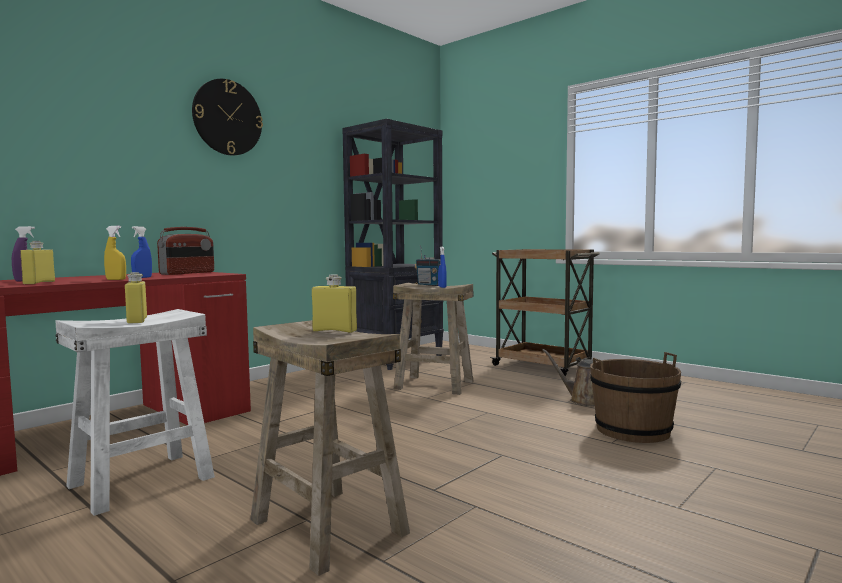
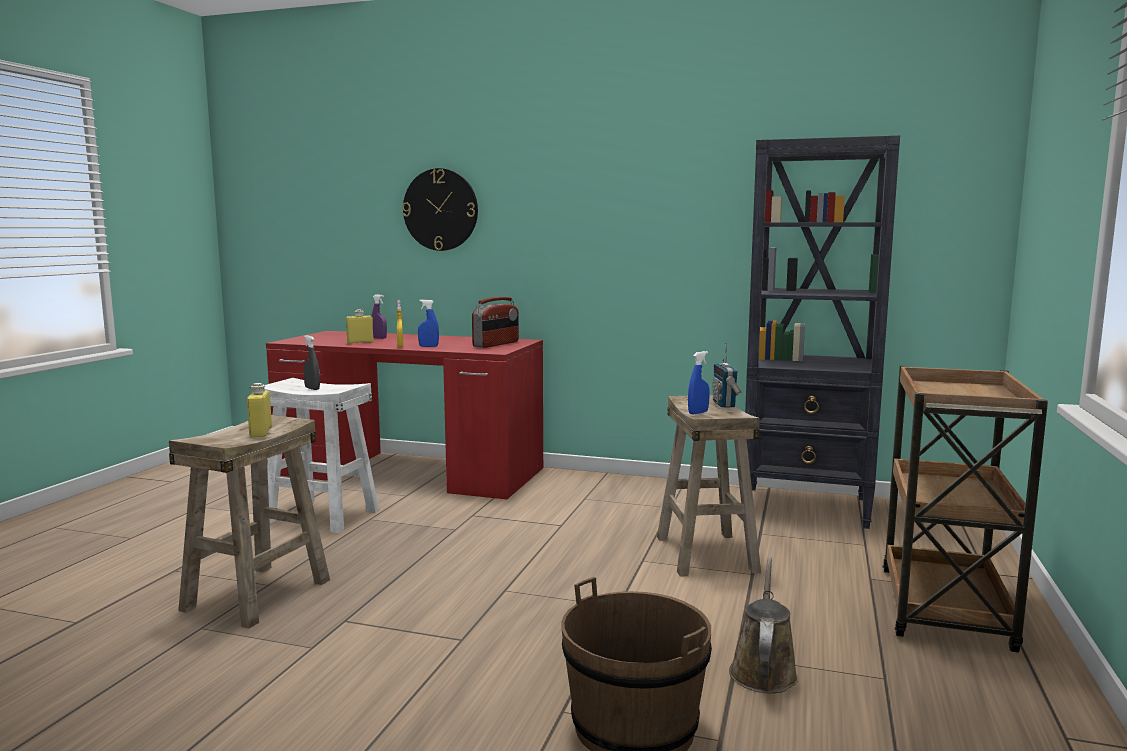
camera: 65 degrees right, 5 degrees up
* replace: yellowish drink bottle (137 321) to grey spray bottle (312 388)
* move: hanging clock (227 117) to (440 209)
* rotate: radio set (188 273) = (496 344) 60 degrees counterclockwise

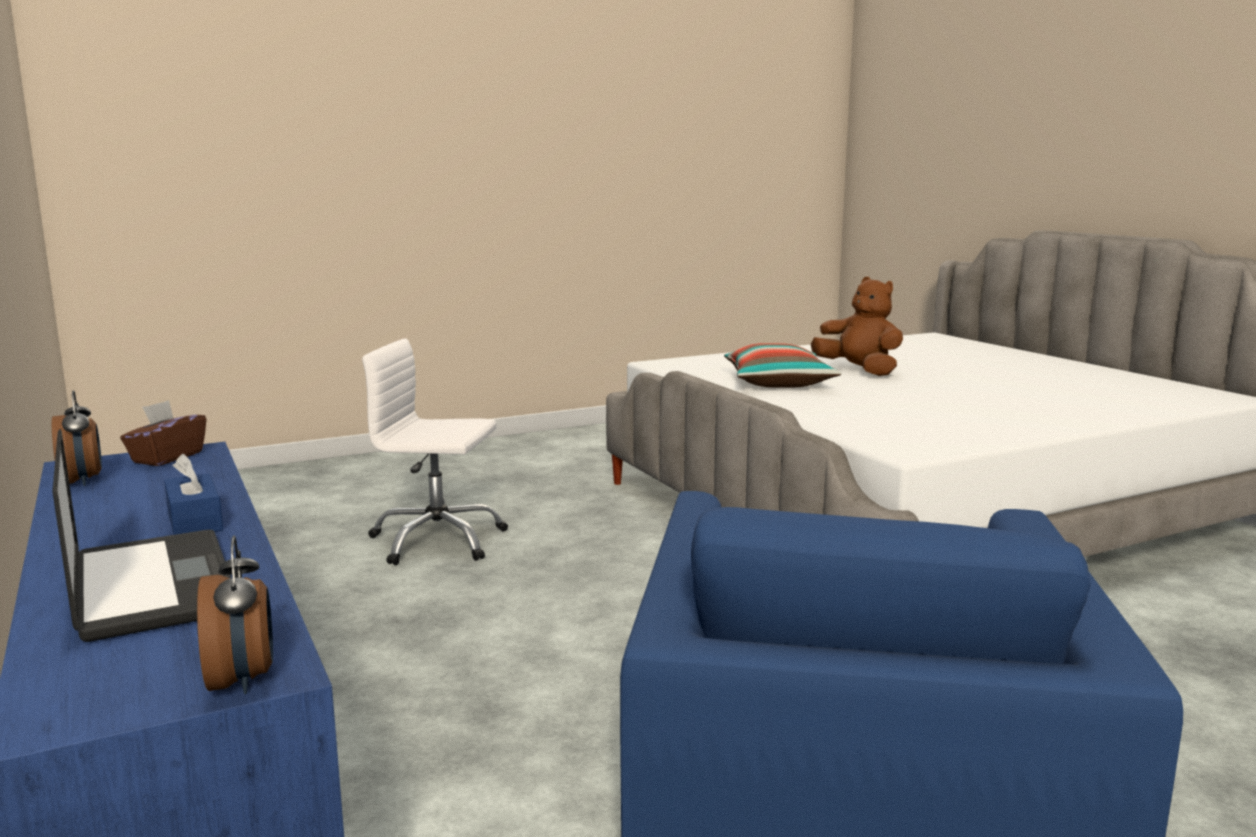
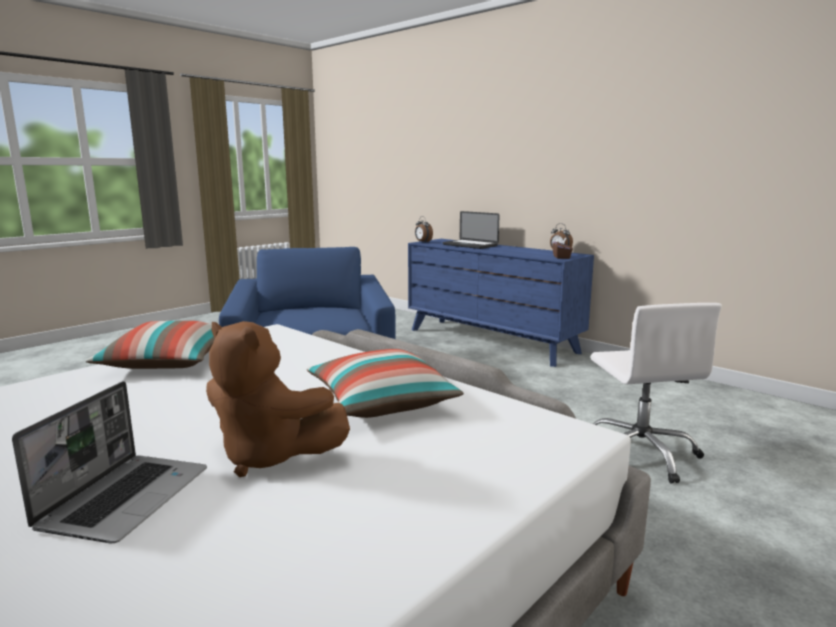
camera: 160 degrees right, 0 degrees up
* insert: notebook computer (126 498)
* insert: pillow (168 363)
* rotate: white office chair (437 541) = (640 453) 90 degrees clockwise
* delete: blue box of tissues (195 521)

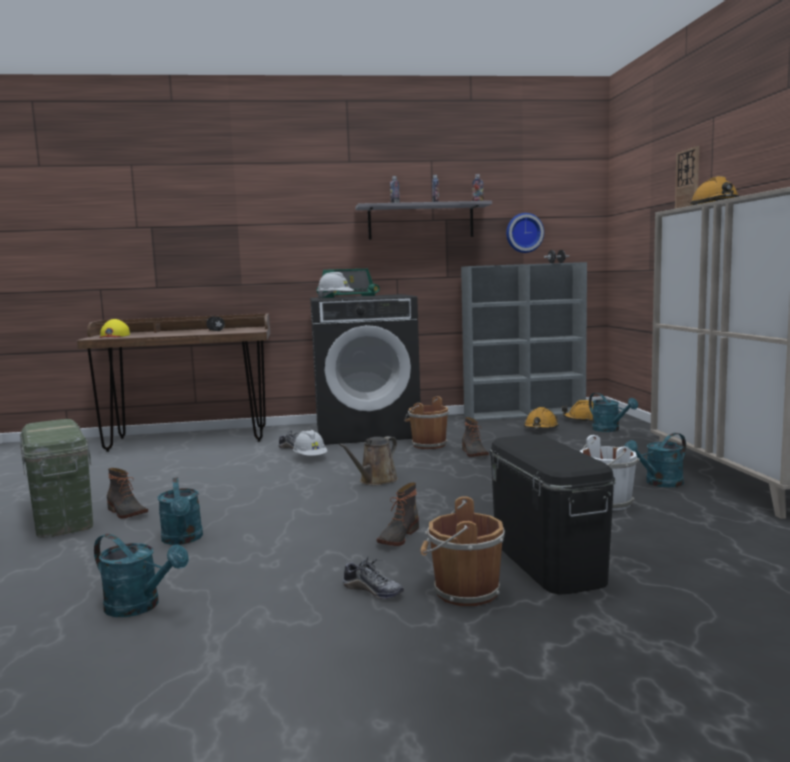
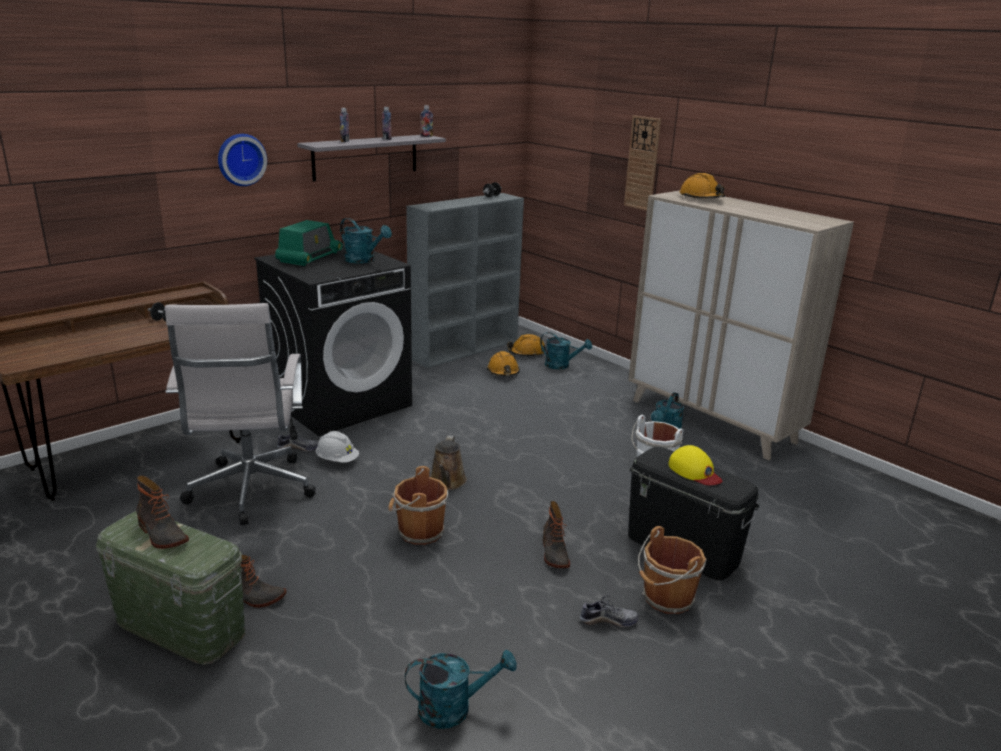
camera: 35 degrees left, 15 degrees up
* move: tall boot (473 453) to (161 534)
* insert: white office chair (250 493)
* move: hanging clock (524 233) to (240 159)
* move: turquoise sprinkling can (183 540) to (364 260)
* move: brown-coloured bucket (427 445) to (418 532)
* move: yellowish cap (114 336) to (694 471)
* delete: white work helmet (335 298)

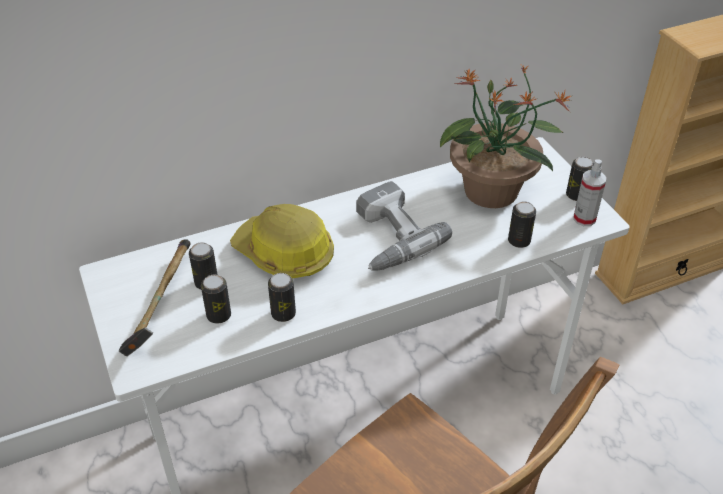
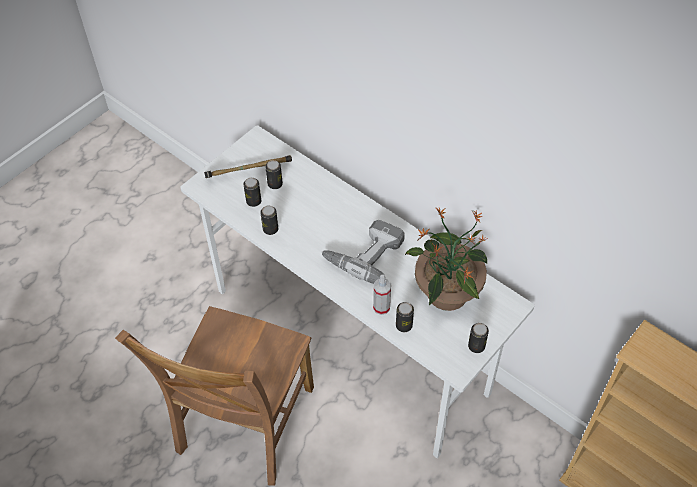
camera: 65 degrees right, 10 degrees up
* move: spray bottle (584 218) to (381 307)
* delete: work helmet (284 254)

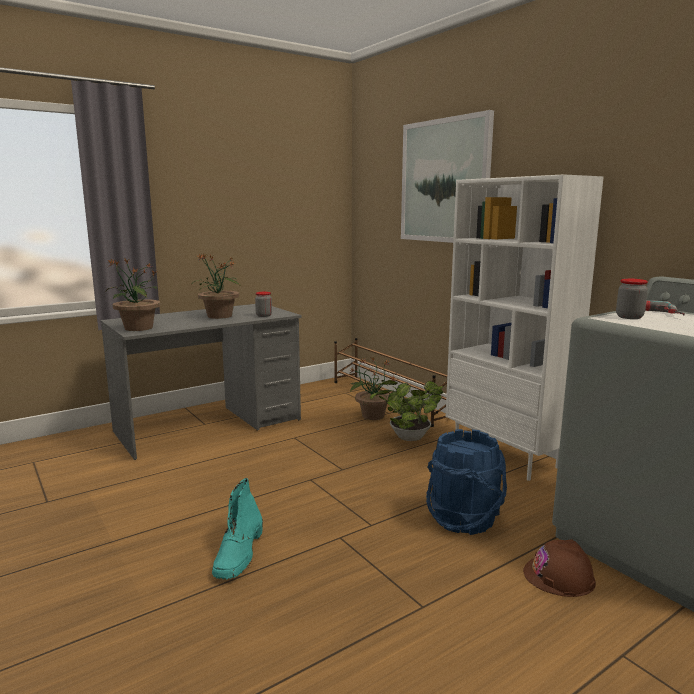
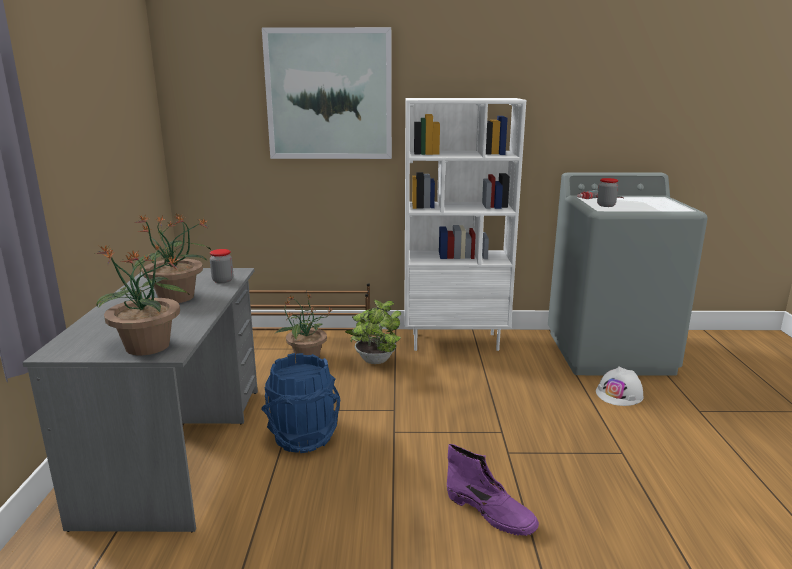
camera: 55 degrees left, 5 degrees up
* move: blue bucket (463 518) to (303 437)
* recolor: turquoise tall boot (239 554) to purple tall boot (491 512)
* recolor: brown-coloured work helmet (559 576) to white work helmet (619 394)

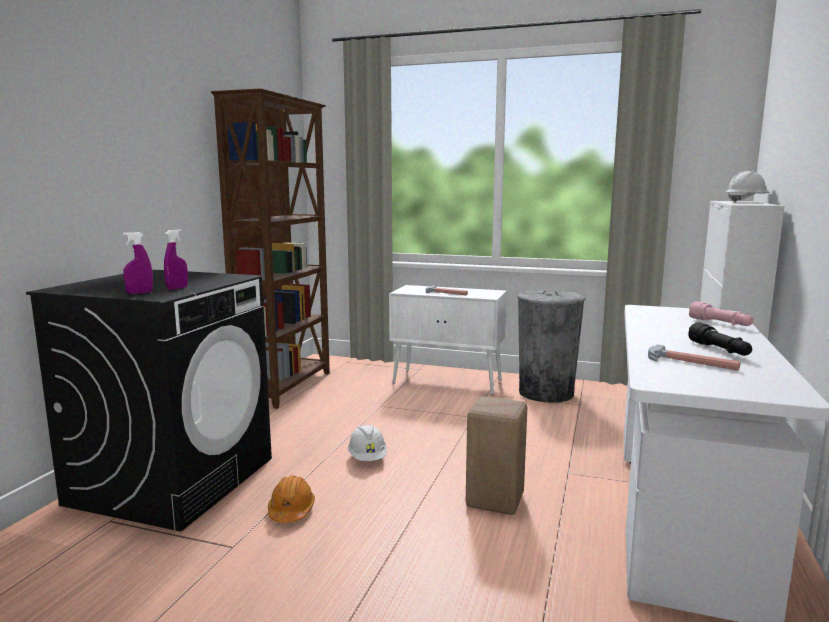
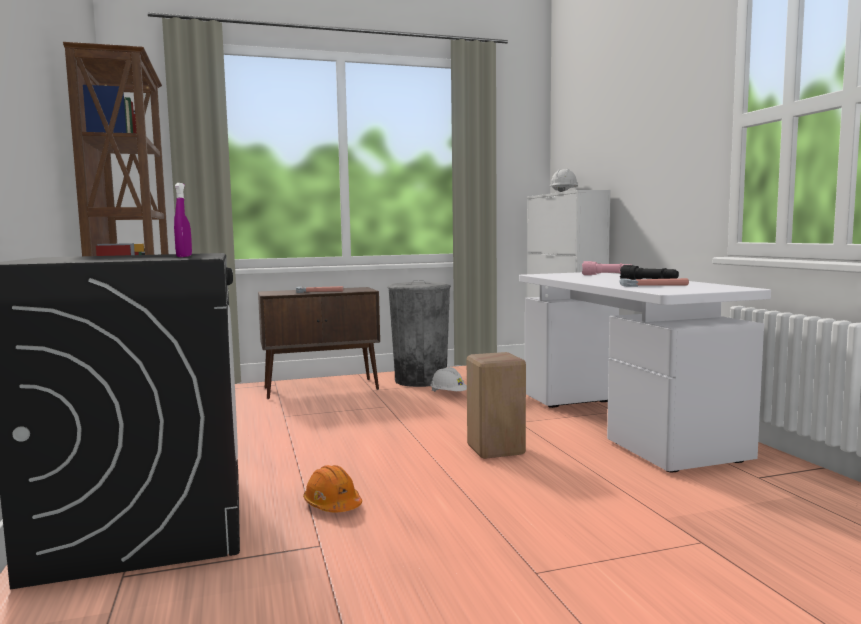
camera: 35 degrees left, 5 degrees down
* recolor: white storage cabinet (448 382) to brown-coloured storage cabinet (322 388)
* move: white work helmet (367 458) to (449 394)
* delete: purple spray bottle (140 293)

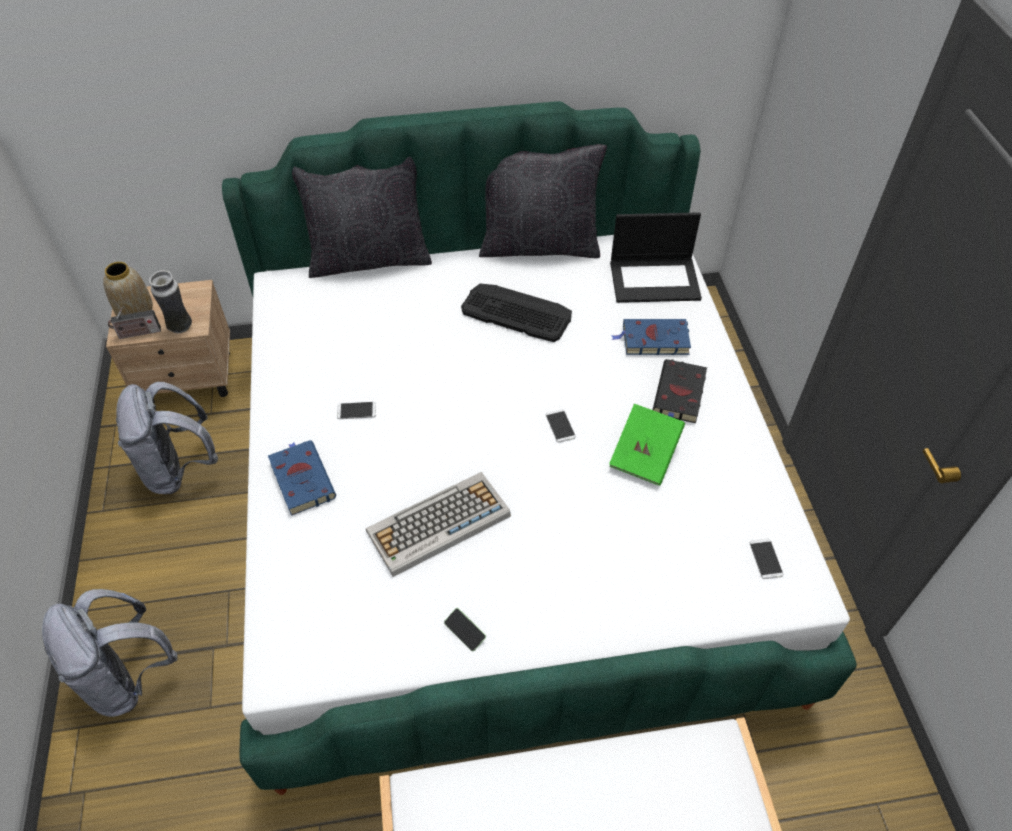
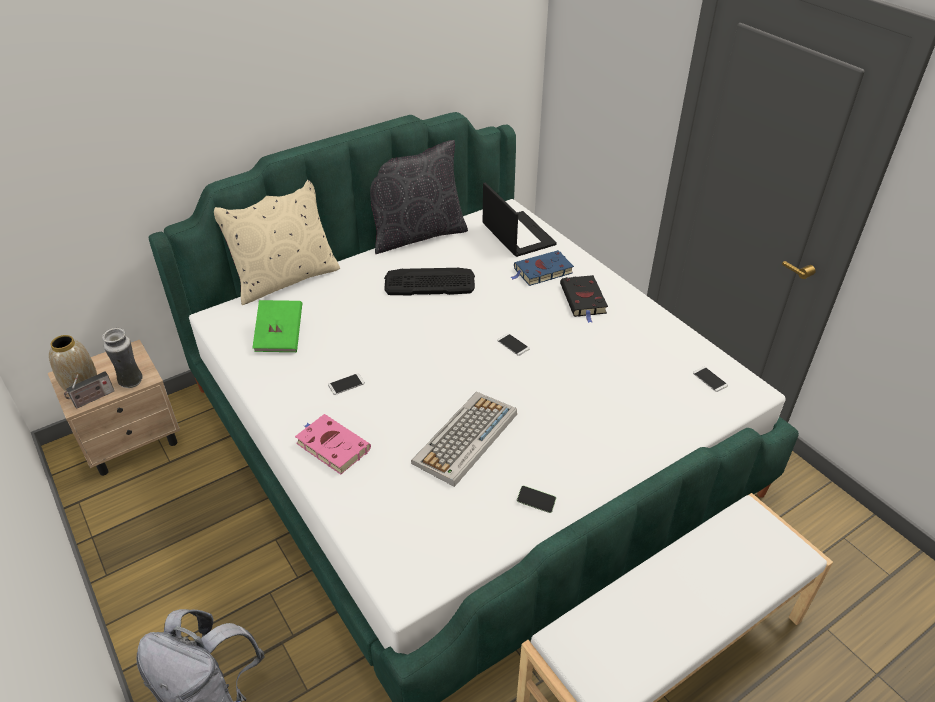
camera: 25 degrees left, 10 degrees down
* recolor: black pillow (369 259) to sand-coloured pillow (285 279)
* move: greenish book (645 455) to (280 337)
* recolor: blue book (301 478) to pinkish book (331 446)
* rotate: notebook computer (655 279) = (517 234) 90 degrees counterclockwise
* delete: grey rucksack (179 469)

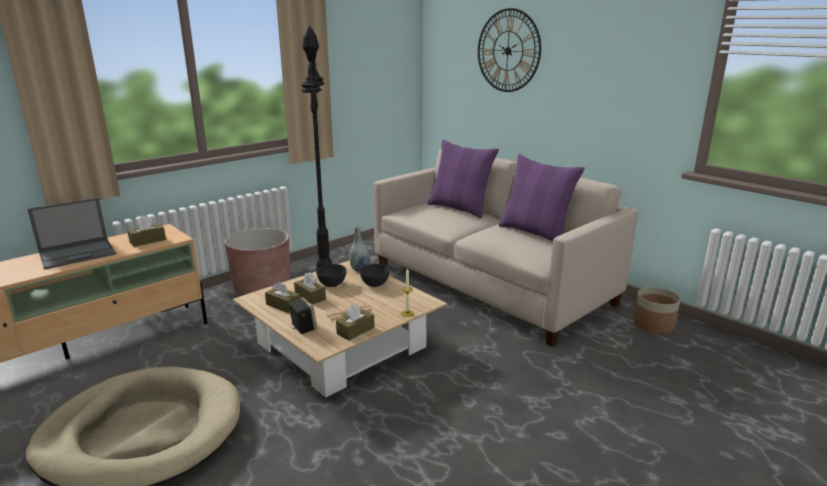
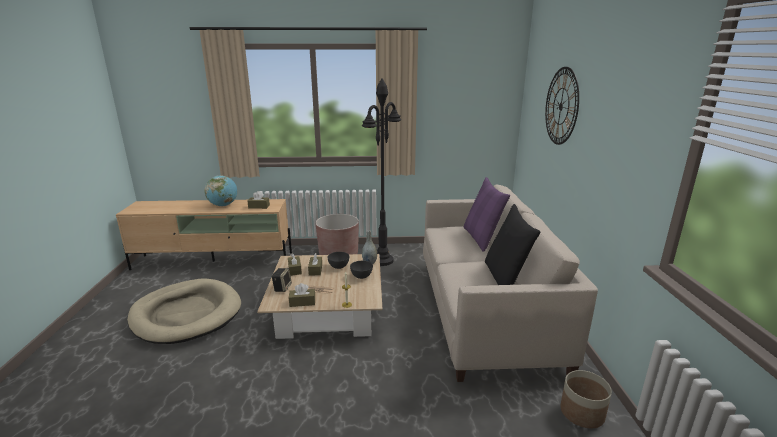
camera: 40 degrees right, 0 degrees up
* replace: notebook computer (78 254) to world globe (223 205)
* recolor: purple pillow (535 232) to black pillow (505 278)

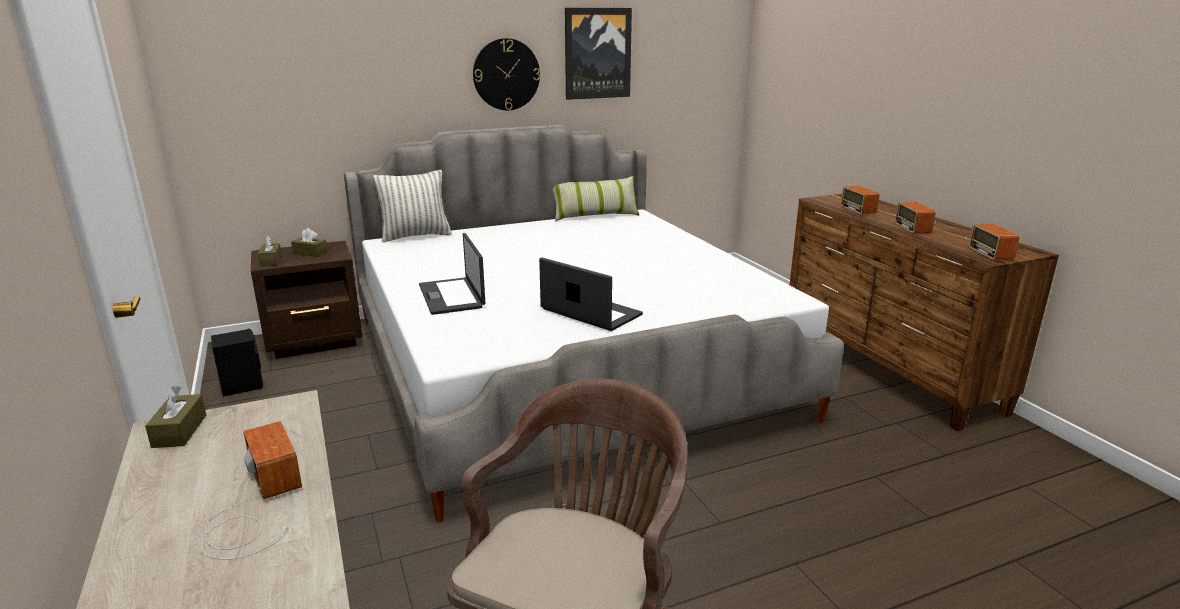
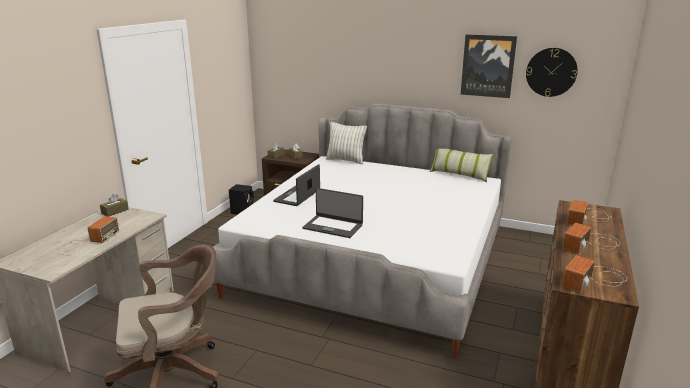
camera: 45 degrees right, 0 degrees up
* rotate: notebook computer (590 313) = (333 226) 120 degrees clockwise
* move: hanging clock (506 74) to (551 72)

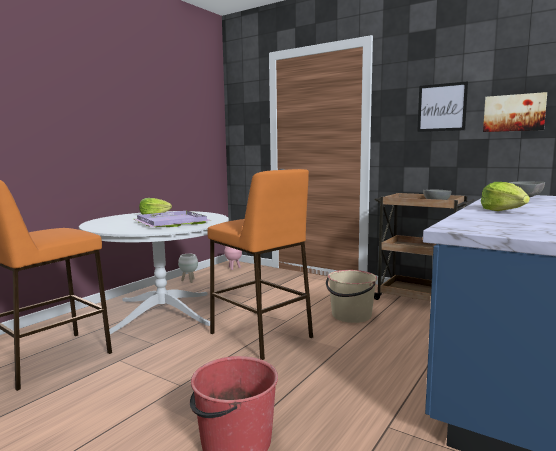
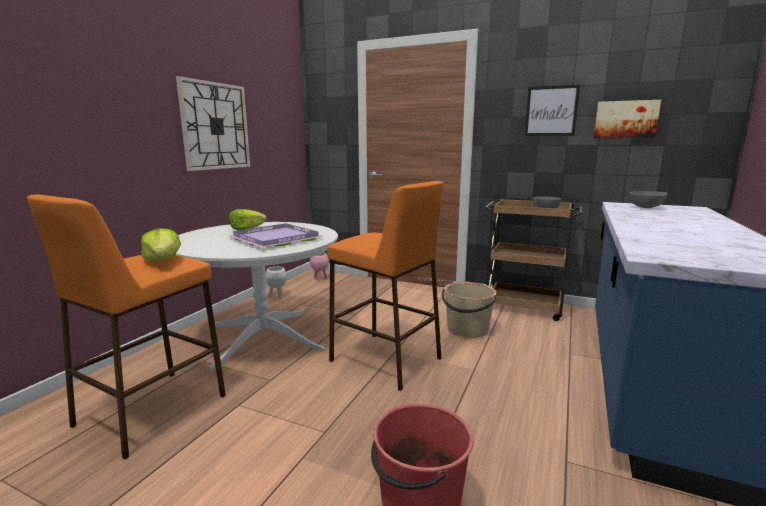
camera: 10 degrees left, 5 degrees up
* move: lettuce (503 211) to (163 260)
* insert: hanging clock (215 126)

